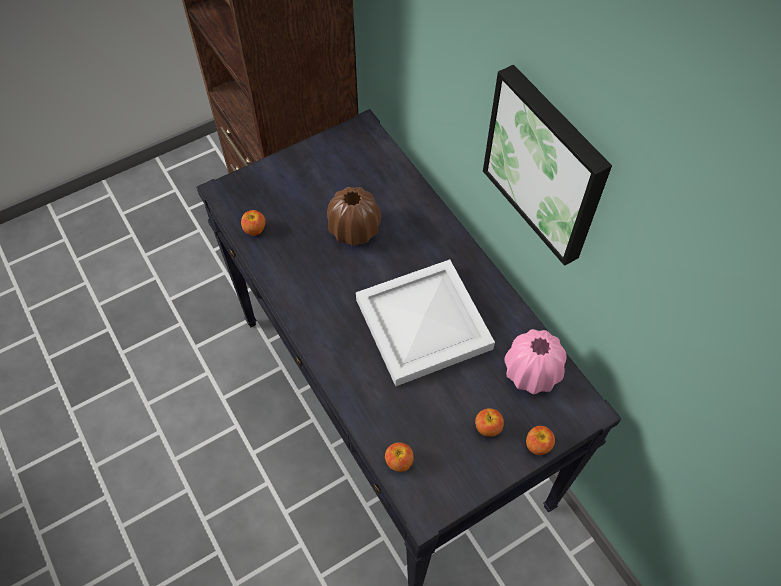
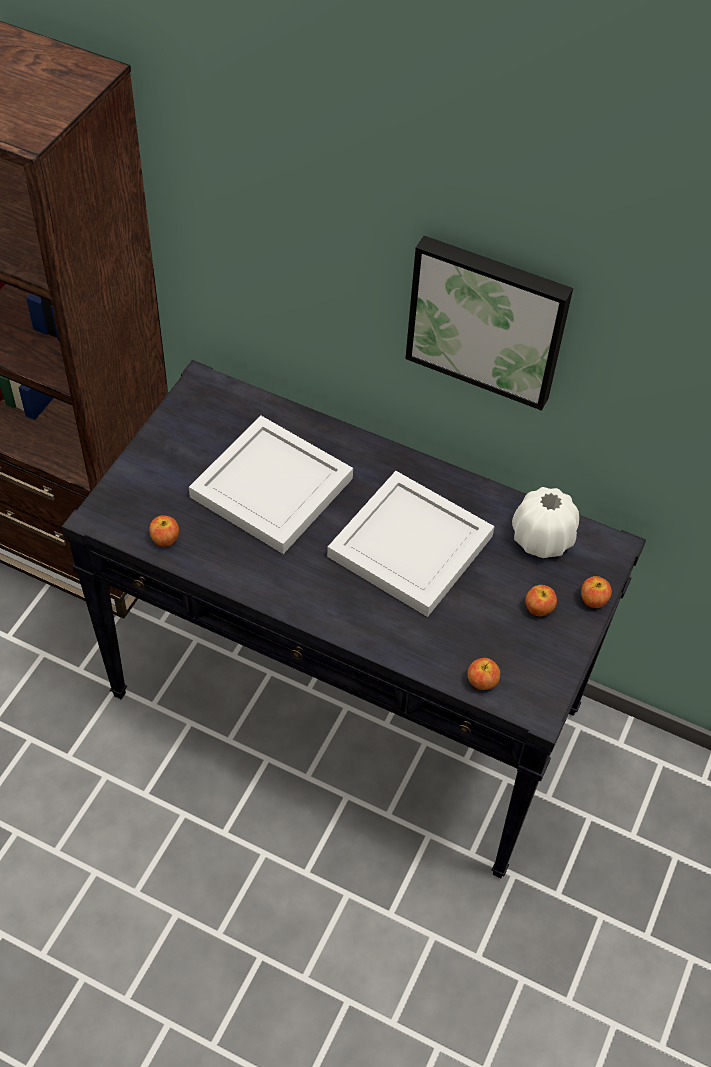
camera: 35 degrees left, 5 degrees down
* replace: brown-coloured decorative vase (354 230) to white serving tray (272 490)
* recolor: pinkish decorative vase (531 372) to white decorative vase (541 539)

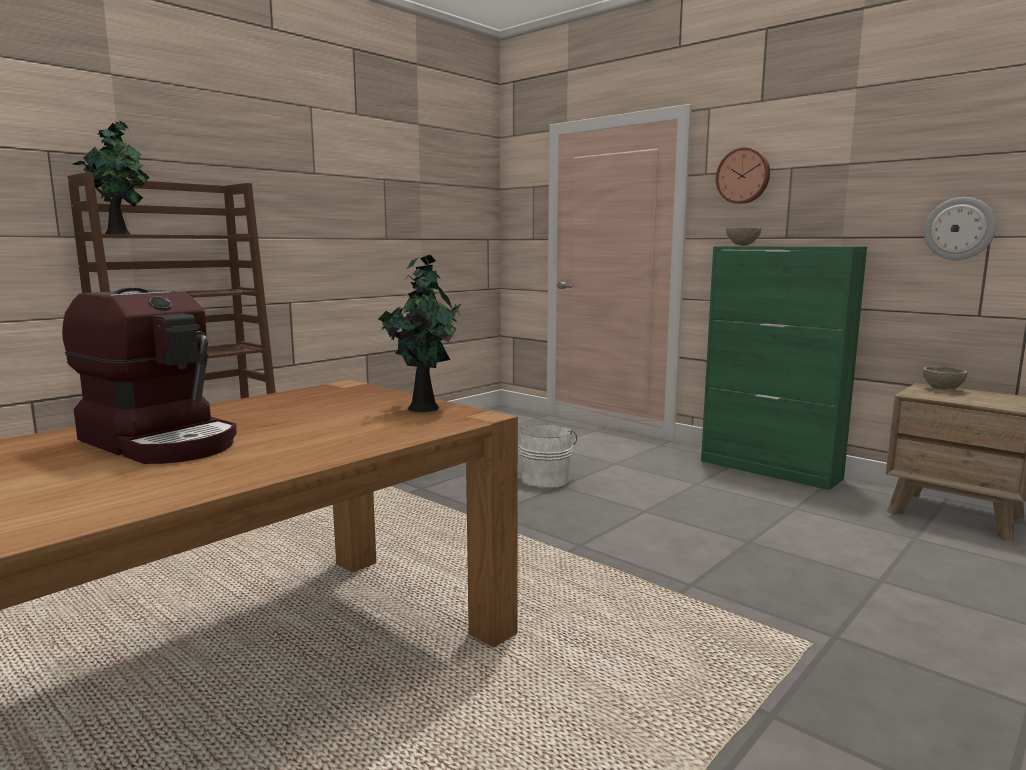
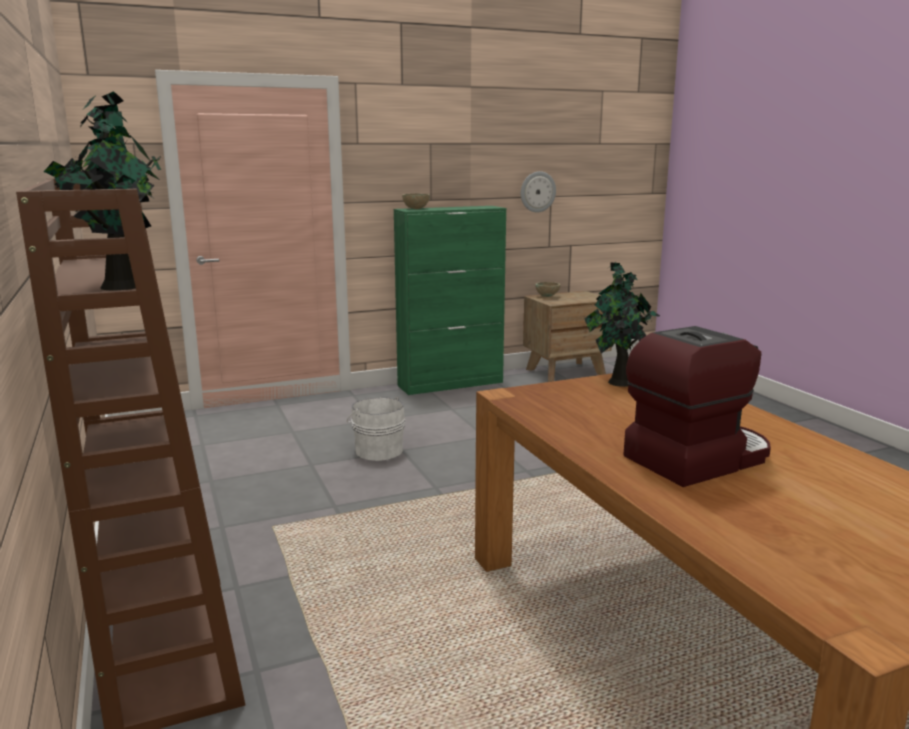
camera: 65 degrees left, 5 degrees up
* delete: hanging clock (743 176)

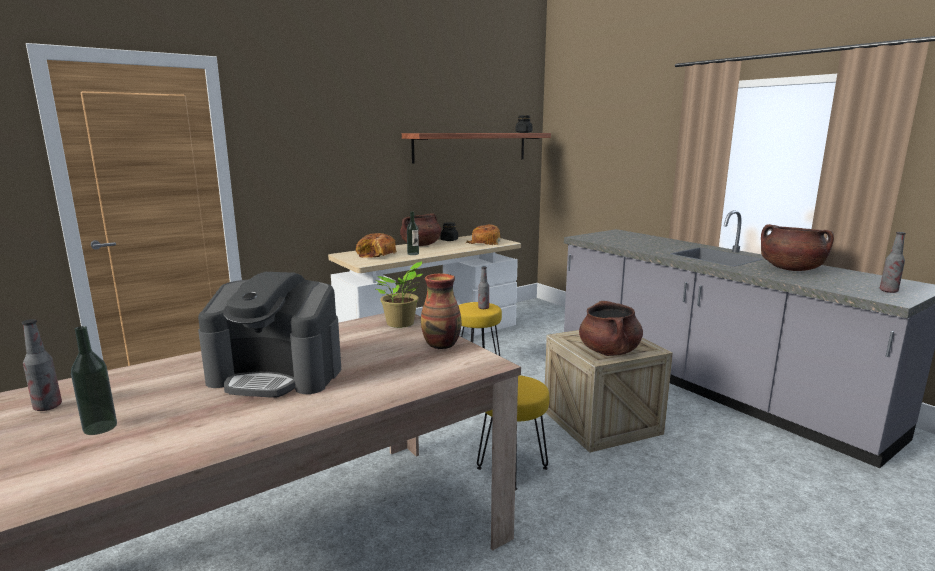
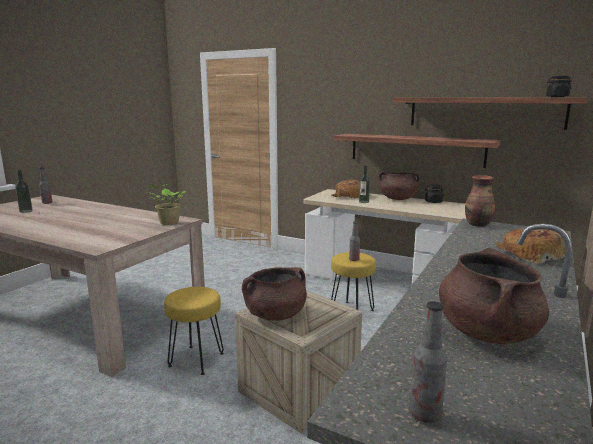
camera: 65 degrees right, 0 degrees up
* insert: shelf (415 149)
* move: decorative vase (442 345) to (478 224)
* move: baked bread (482 243) to (532 254)
* delete: coffee brewer (277 374)

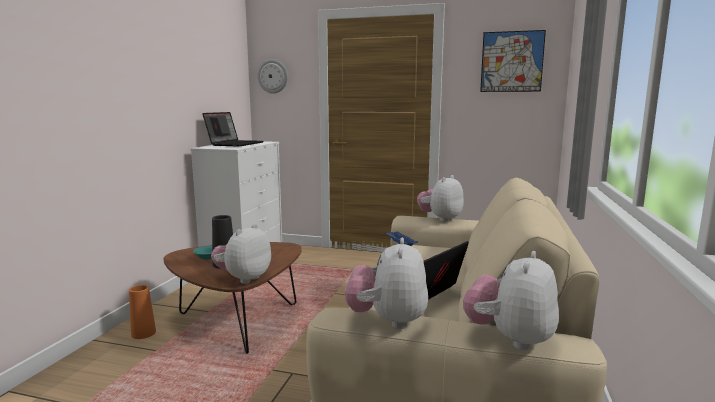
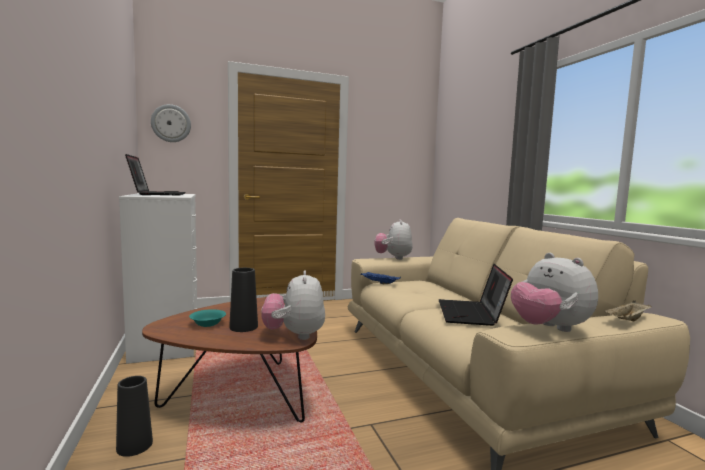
camera: 35 degrees left, 5 degrees down
* recolor: orangey decorative vase (143 333) to black decorative vase (134 445)
* replace: cuddly toy (510 339) to sand-coloured serving tray (628 321)
* delete: wall art (512 61)

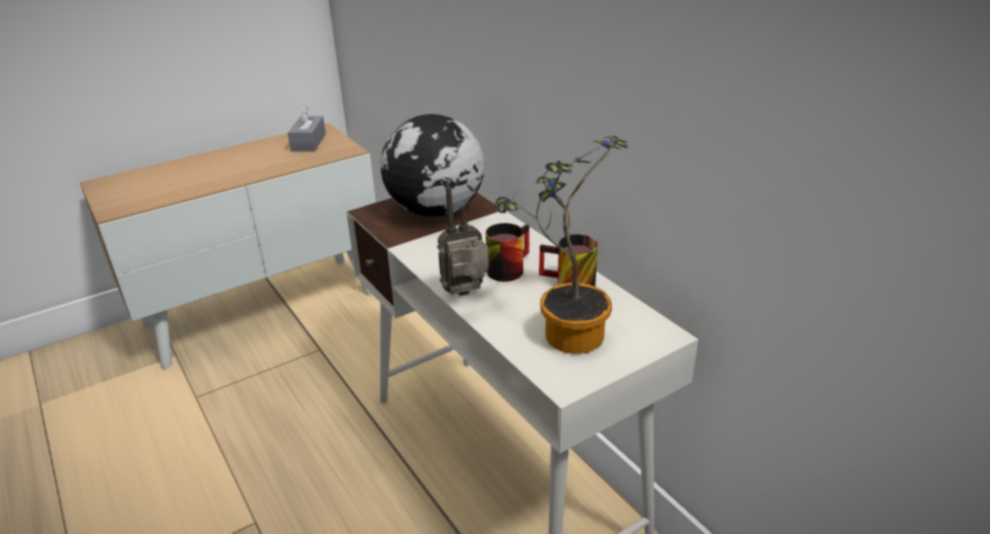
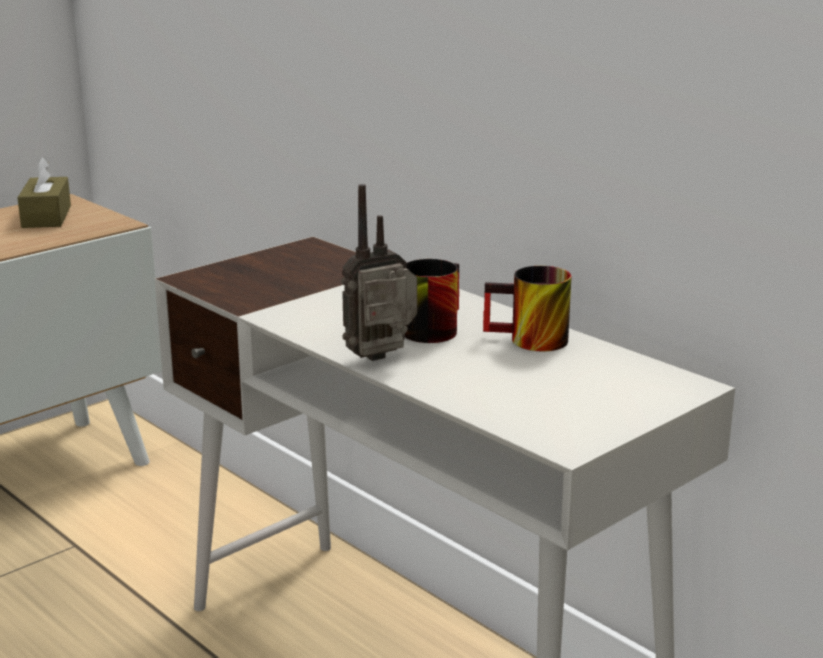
camera: 10 degrees left, 10 degrees down
* recolor: grey box of tissues (308 142) to brown-coloured box of tissues (46 217)
* delete: world globe (435 211)
* delete: potted plant (565 334)

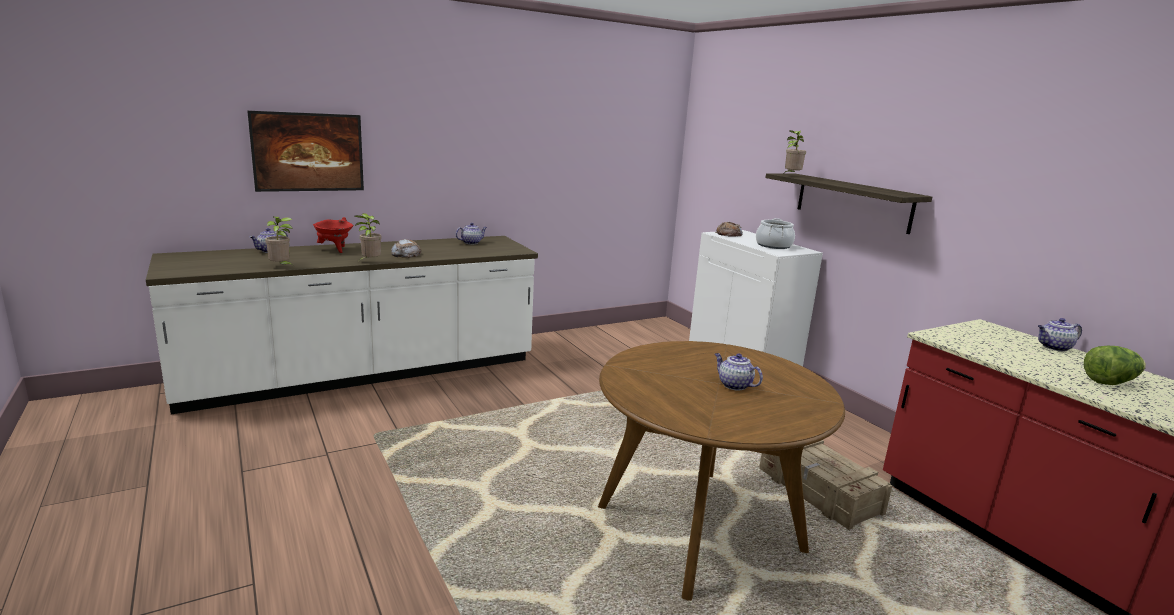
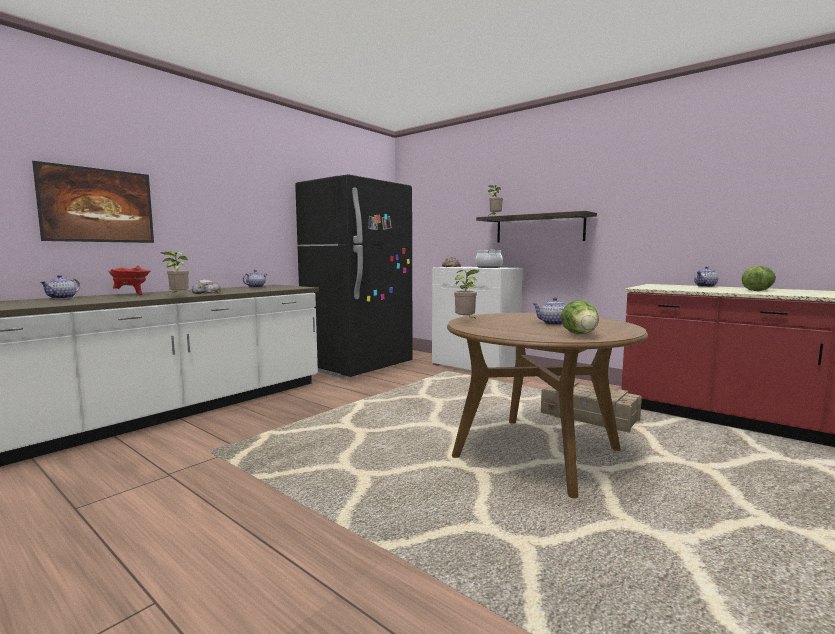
camera: 20 degrees left, 10 degrees down
* insert: black refrigerator (358 367)
* move: potted plant (281 267) to (466 321)
* insert: lettuce (581 335)

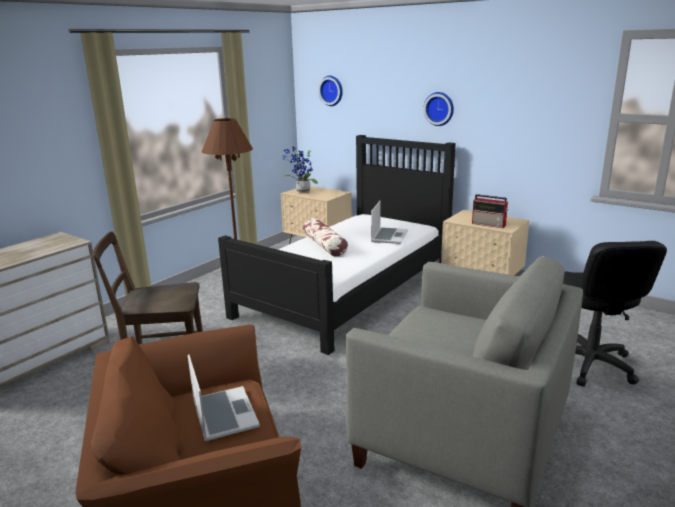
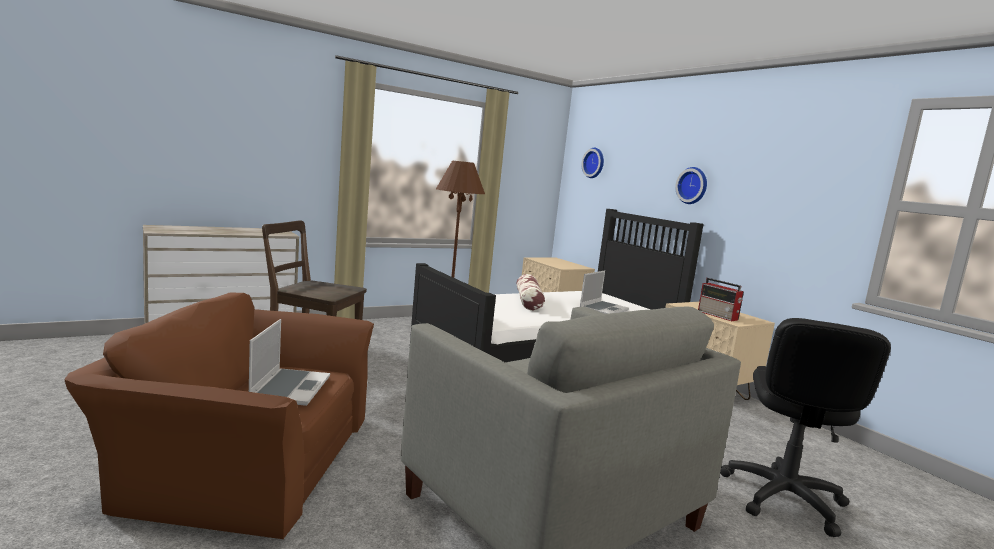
camera: 20 degrees right, 10 degrees down
* delete: potted plant (301 191)

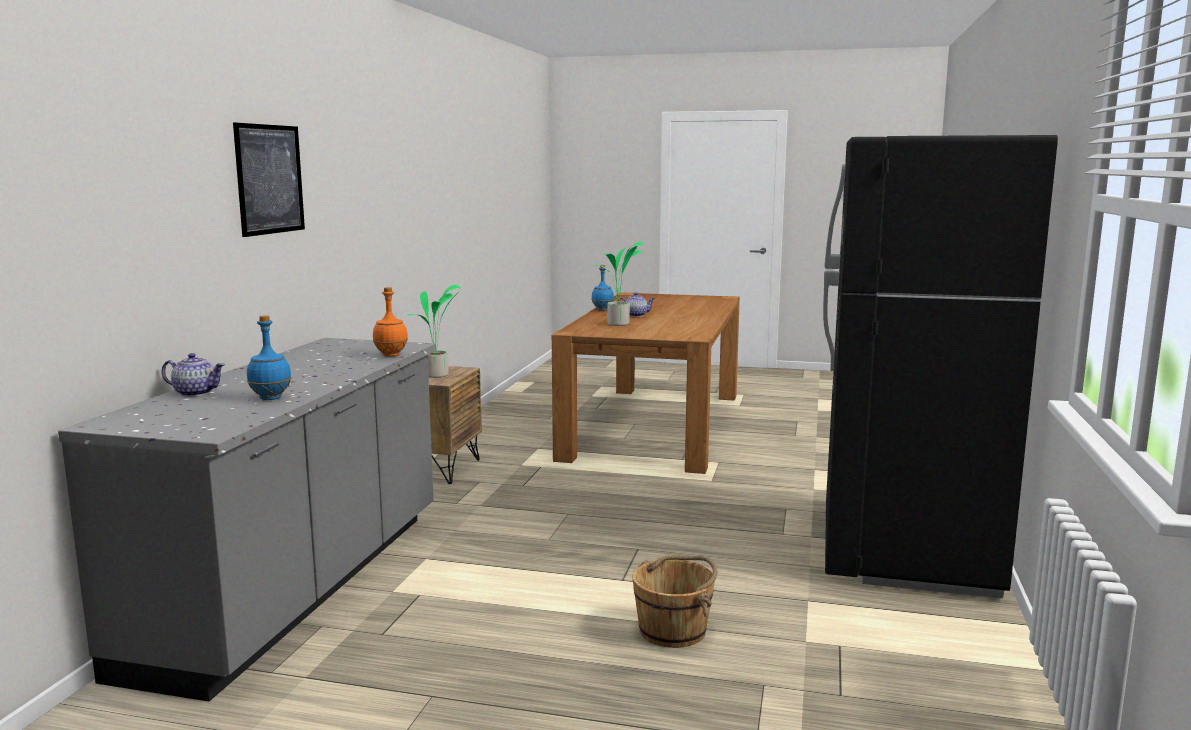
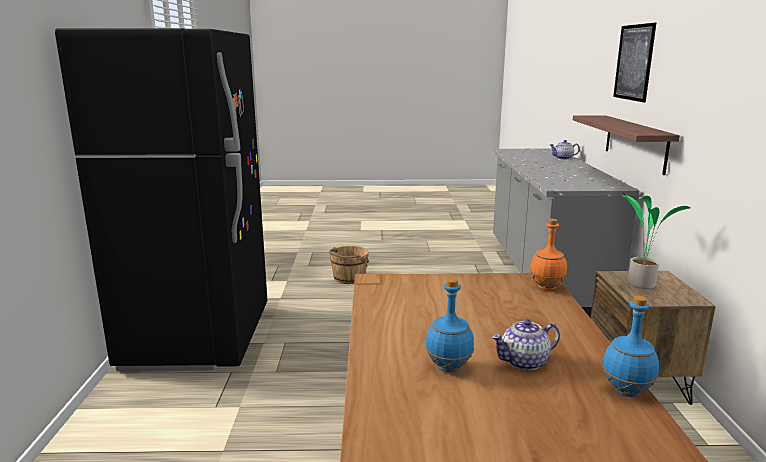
camera: 165 degrees right, 5 degrees up
* move: blue drink bottle (270 398) to (449 368)
* move: orangey drink bottle (390 355) to (547 287)
* insert: shelf (635 143)
* delete: potted plant (619 324)

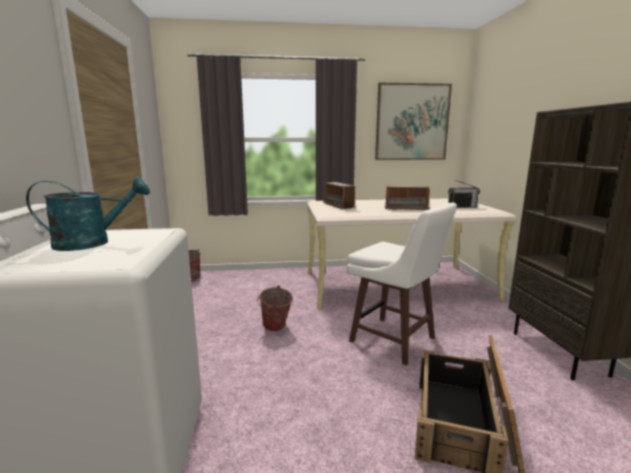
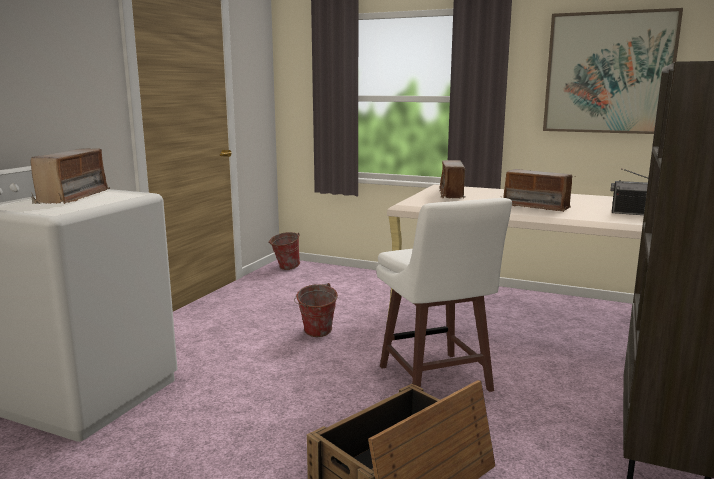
camera: 30 degrees right, 0 degrees up
* replace: turquoise sprinkling can (92 243) to radio set (74 197)

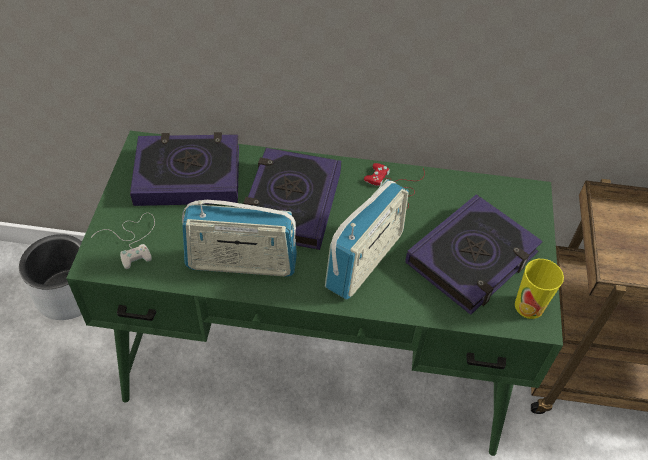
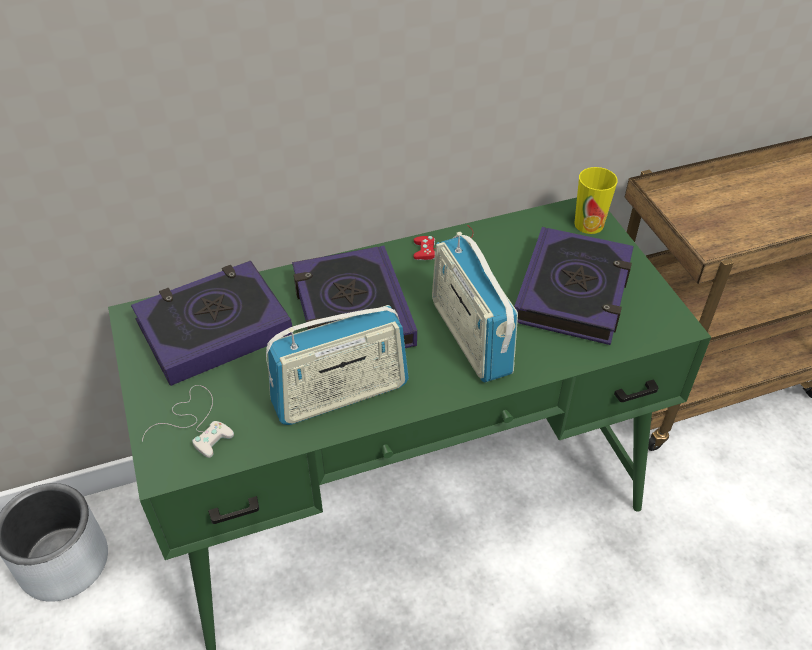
camera: 25 degrees left, 5 degrees down
* rotate: radio set (365 260) = (470 337) 150 degrees clockwise
* move: small cup (529 306) to (589 224)

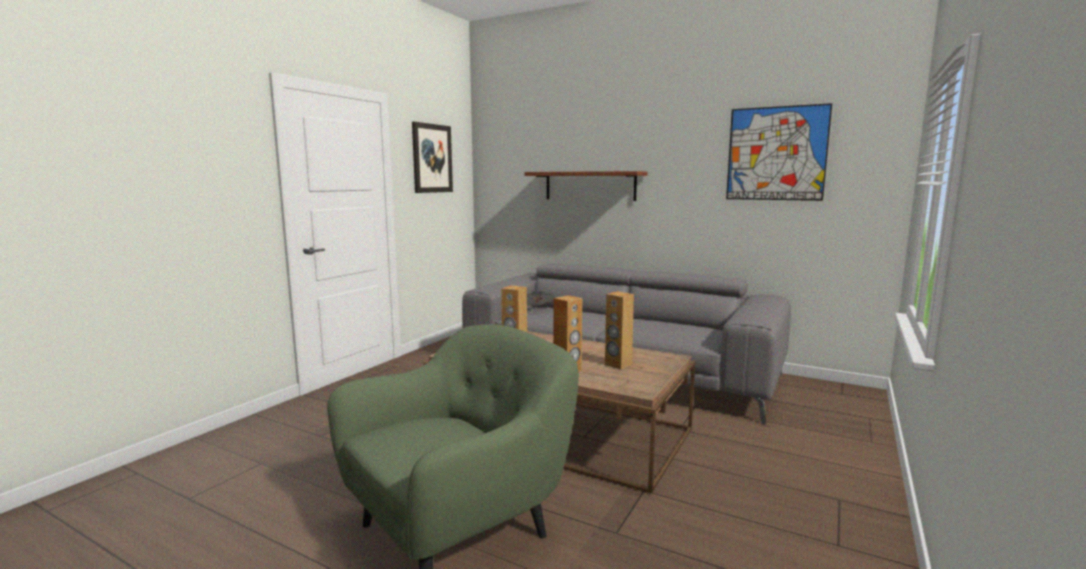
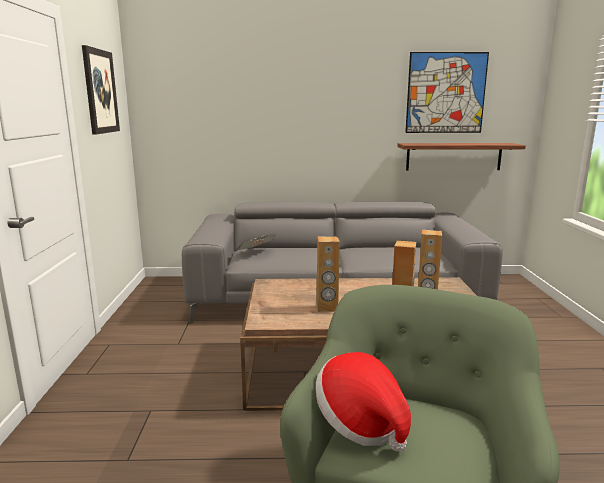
camera: 30 degrees left, 5 degrees up
* insert: clothing hat (360 423)
* move: shelf (590 186) to (453 156)

